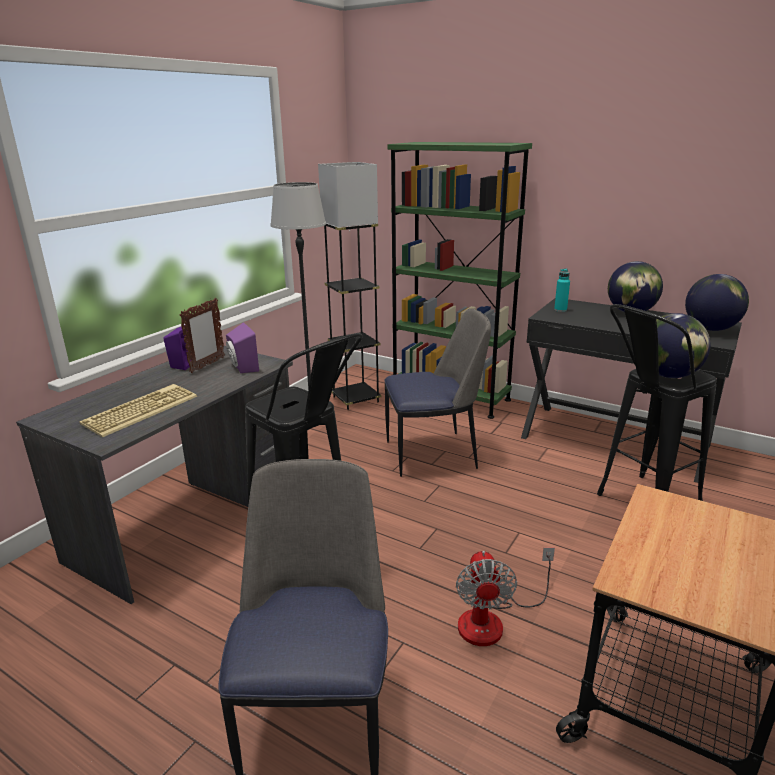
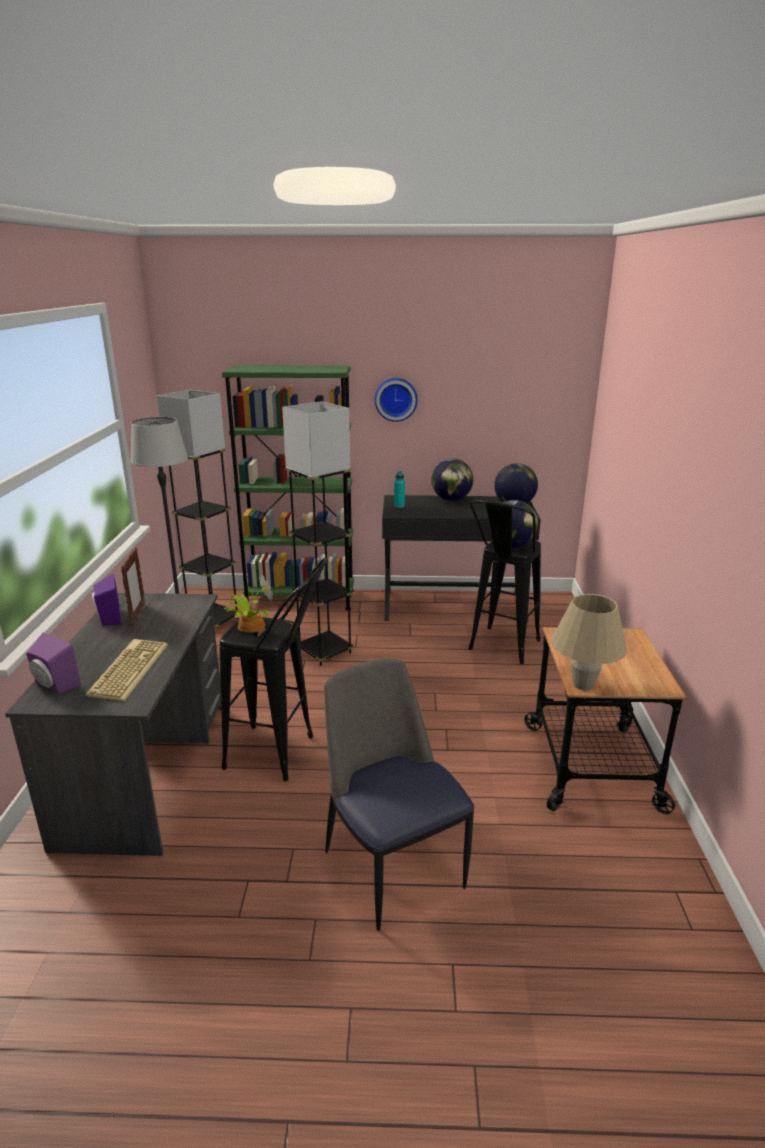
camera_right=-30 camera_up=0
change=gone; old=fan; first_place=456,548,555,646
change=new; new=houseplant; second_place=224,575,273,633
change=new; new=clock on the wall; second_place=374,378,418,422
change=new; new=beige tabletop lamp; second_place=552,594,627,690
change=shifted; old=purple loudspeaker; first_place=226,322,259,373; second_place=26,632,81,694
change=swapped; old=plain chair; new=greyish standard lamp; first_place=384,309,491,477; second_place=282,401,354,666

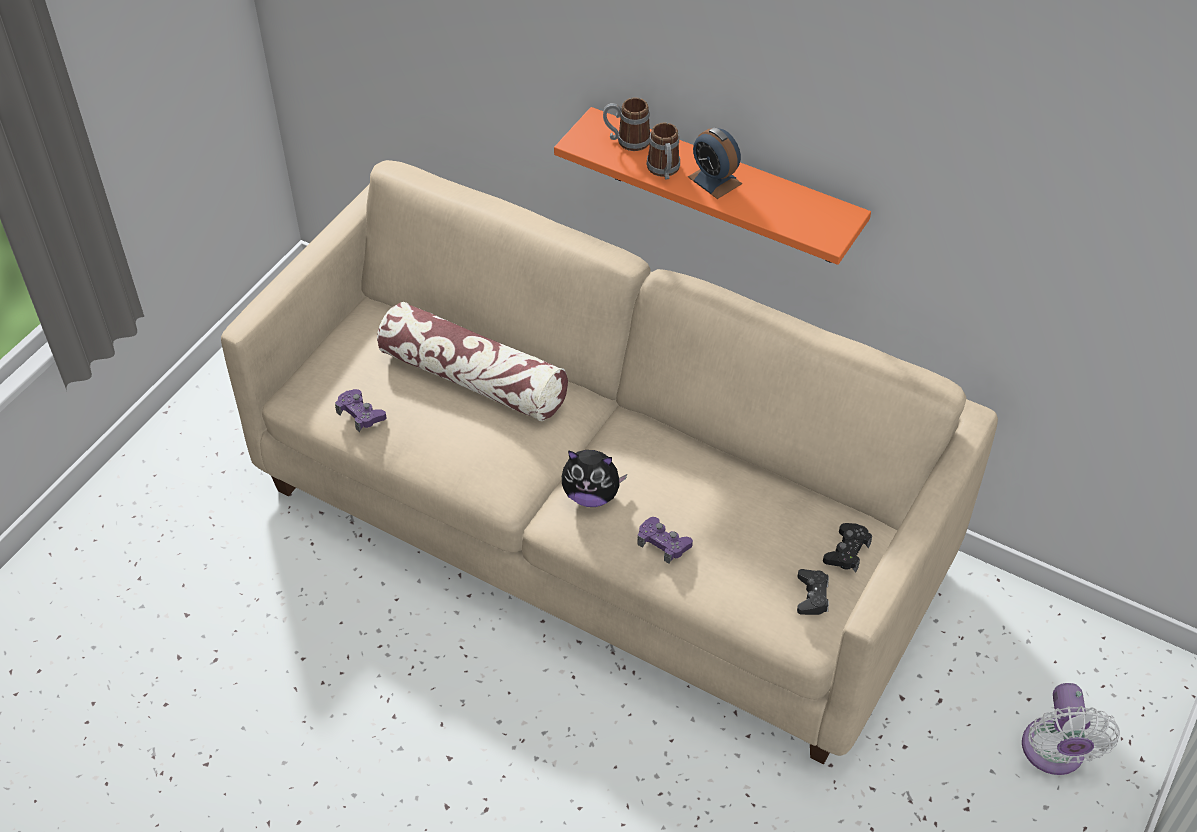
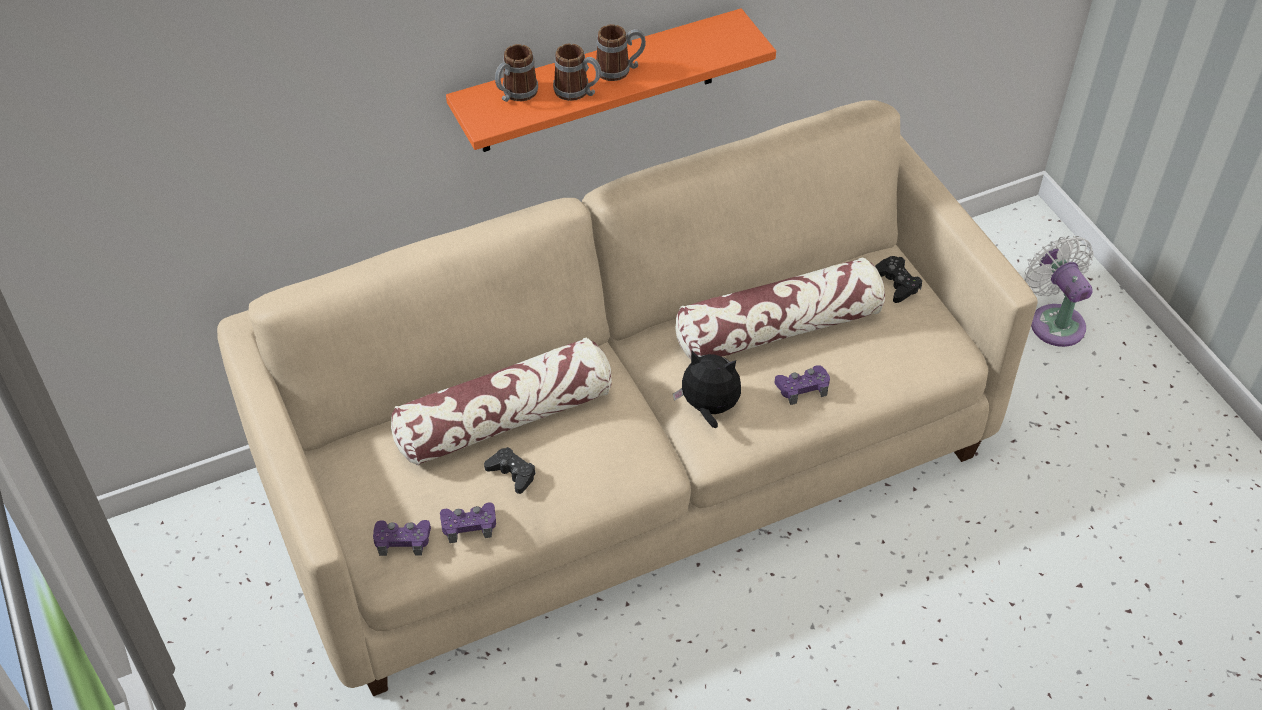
camera_right=-55 camera_up=0
change=new; new=purple game controller; second_place=373,520,431,556
change=new; new=cushion; second_place=675,258,885,359
change=shifted; old=black-coloured game controller; first_place=797,569,829,615; second_place=484,447,536,494
change=swapped; old=table clock; new=tea mug; first_place=688,127,742,199; second_place=596,24,646,81
change=rotated; old=soft toy; first_place=562,450,627,507; second_place=673,351,741,428; degrees=-120
change=rotated; old=whitish fan; first_place=1022,683,1120,775; second_place=1024,235,1094,347; degrees=-150

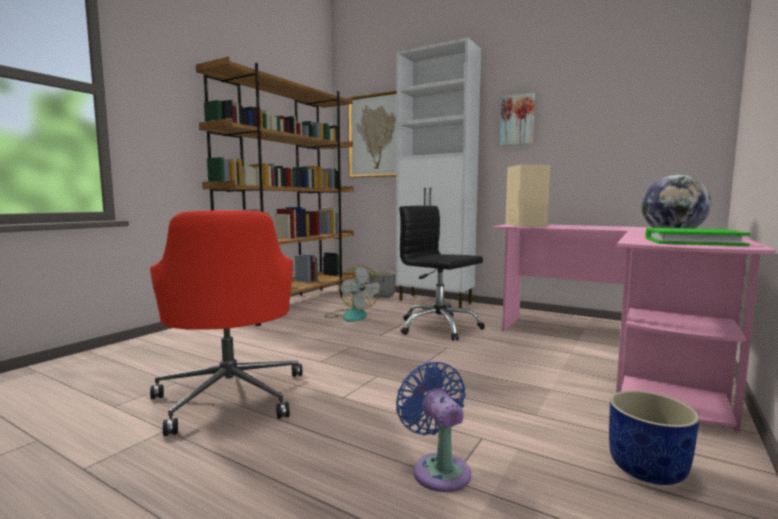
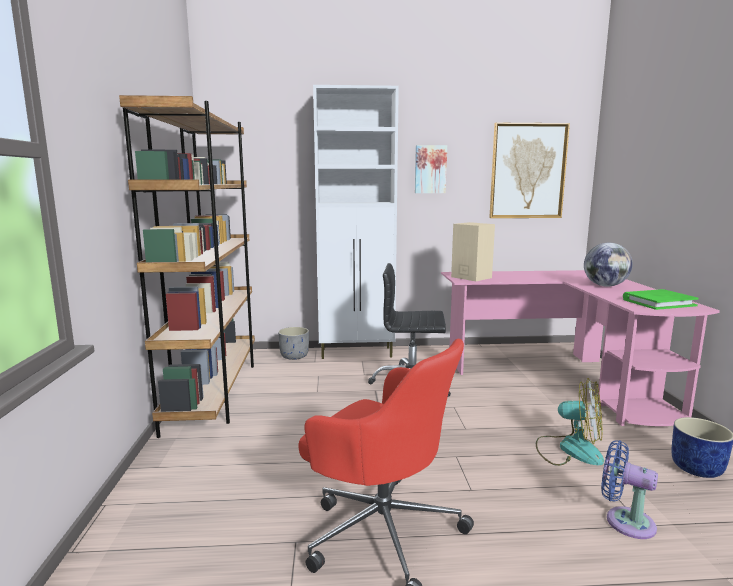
camera_right=-35 camera_up=5
change=shifted; old=fan; first_place=325,265,380,322; second_place=536,378,604,466
change=shifted; old=picture; first_place=348,90,397,178; second_place=489,123,570,218

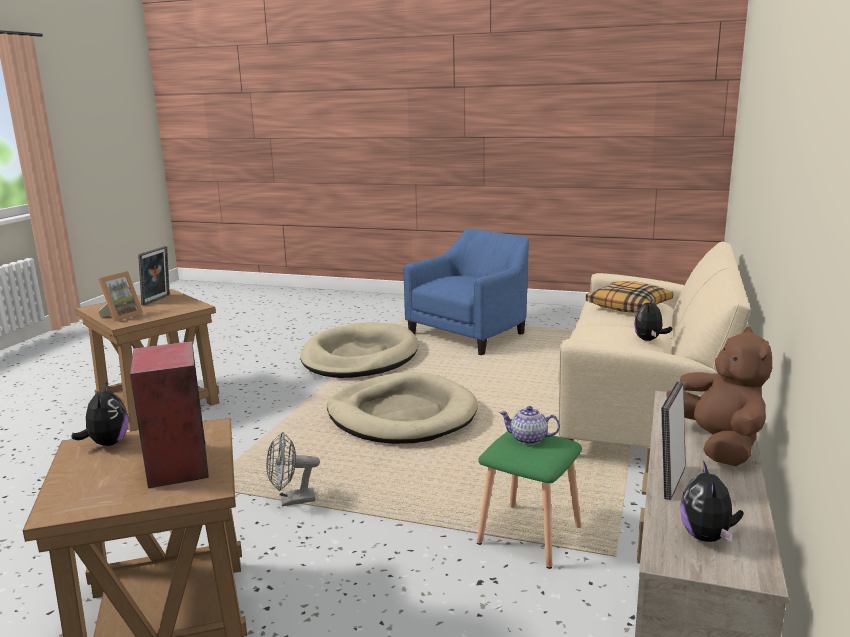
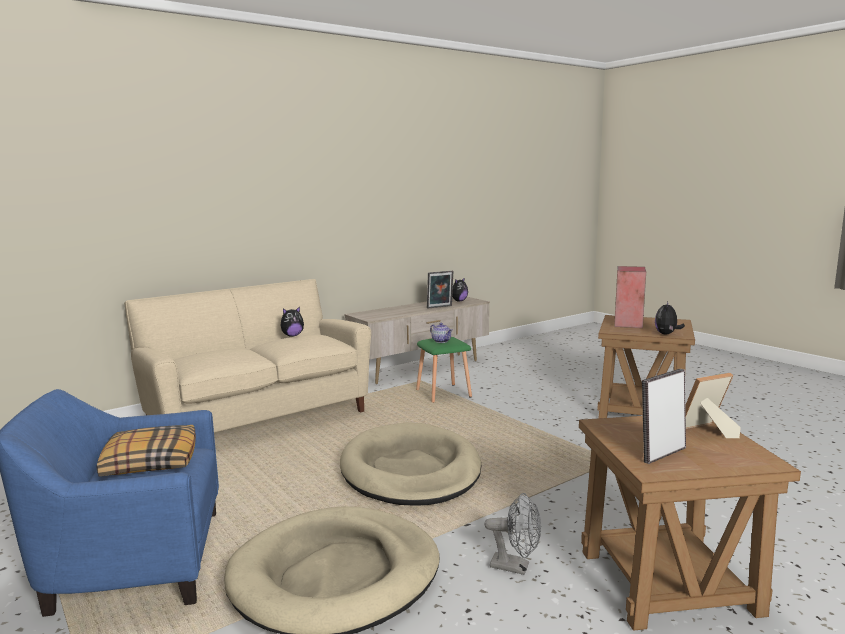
camera_right=-145 camera_up=-5
change=gone; old=brownish soft toy; first_place=666,326,772,466
change=shifted; old=greyish fan; first_place=266,432,320,506; second_place=485,493,541,575
change=shifted; old=cushion; first_place=586,281,673,312; second_place=97,425,196,476

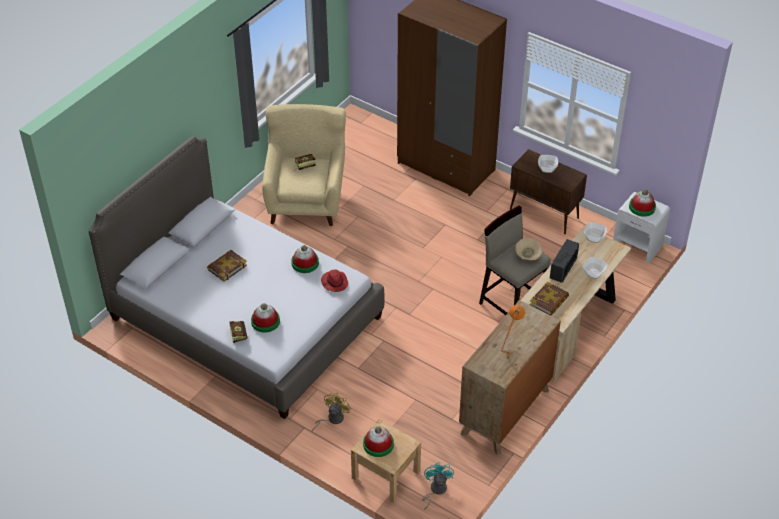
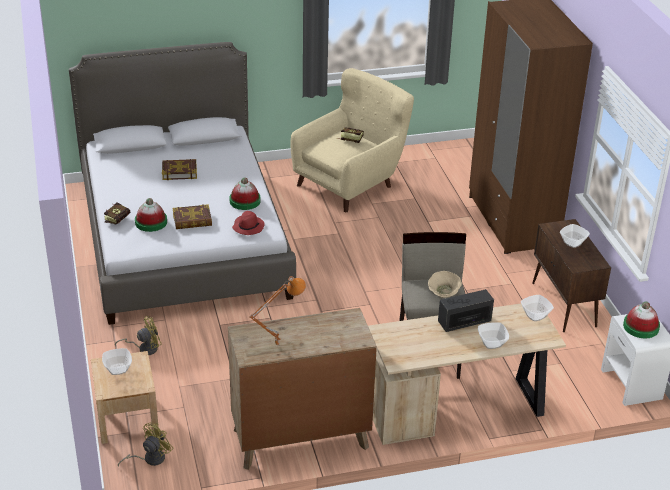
camera_right=40 camera_up=-10
change=shifted; old=book; first_place=530,282,569,315; second_place=173,204,212,229
change=swapped; old=clothing hat; new=deep dish; first_place=363,426,394,457; second_place=102,348,132,375
change=repainted; old=turquoise fan; new=yellow fan; first_place=422,462,454,510; second_place=118,423,174,467

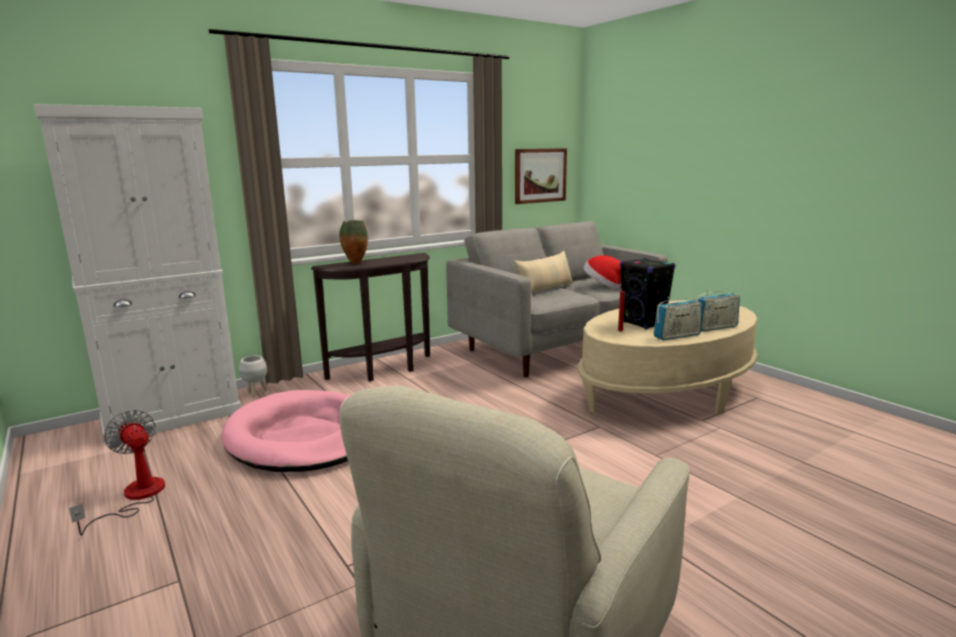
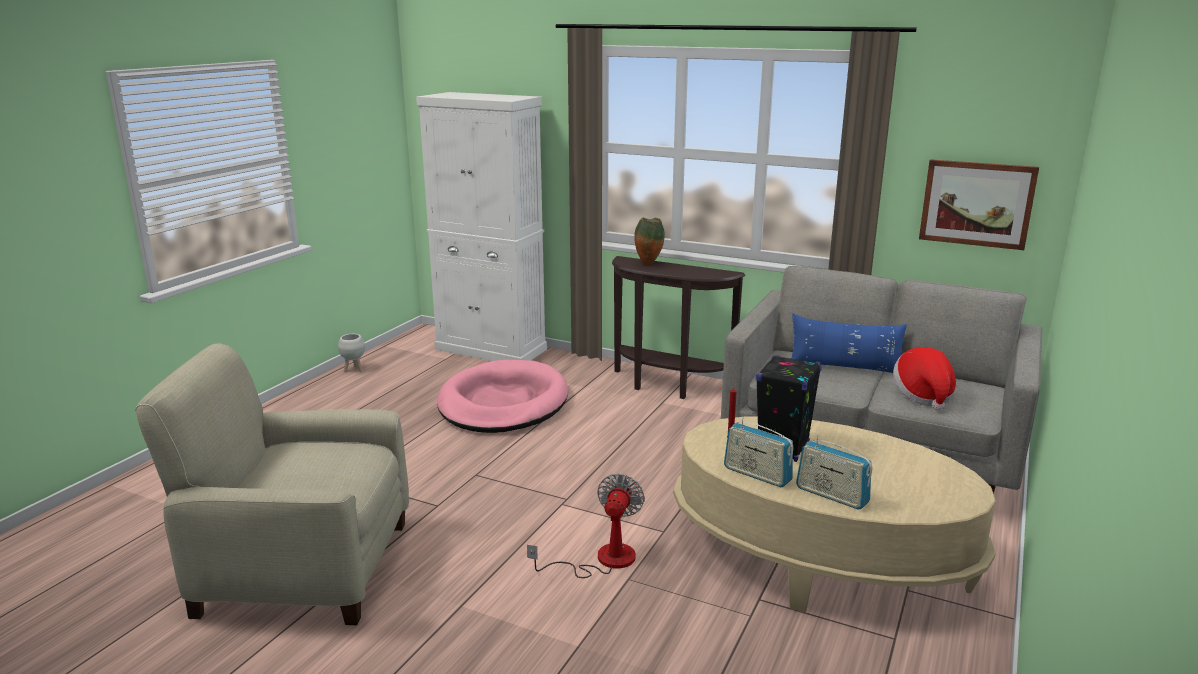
camera_right=60 camera_up=5
change=shifted; old=fan; first_place=69,410,165,536; second_place=527,474,645,578
change=shifted; old=whitish flower pot; first_place=239,356,267,397; second_place=338,334,365,372
change=repainted; old=beige cushion; new=blue-coloured cushion; first_place=514,251,574,294; second_place=791,314,907,373

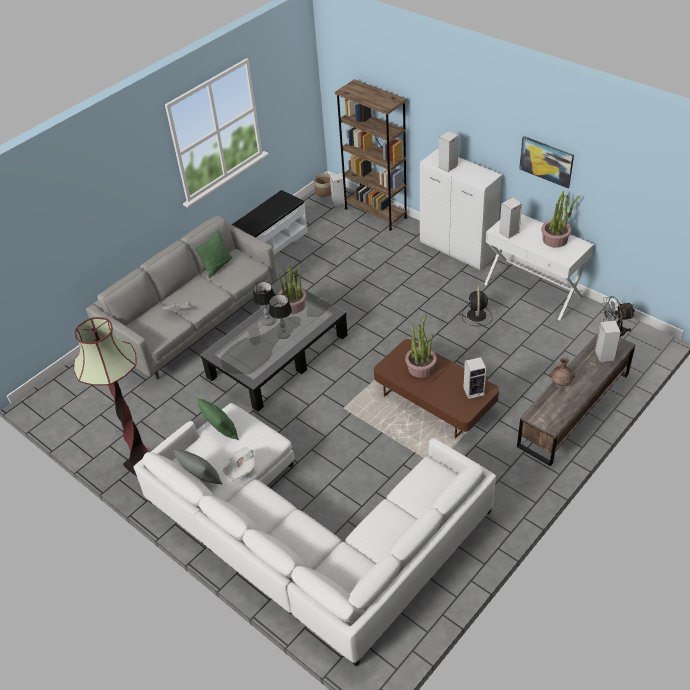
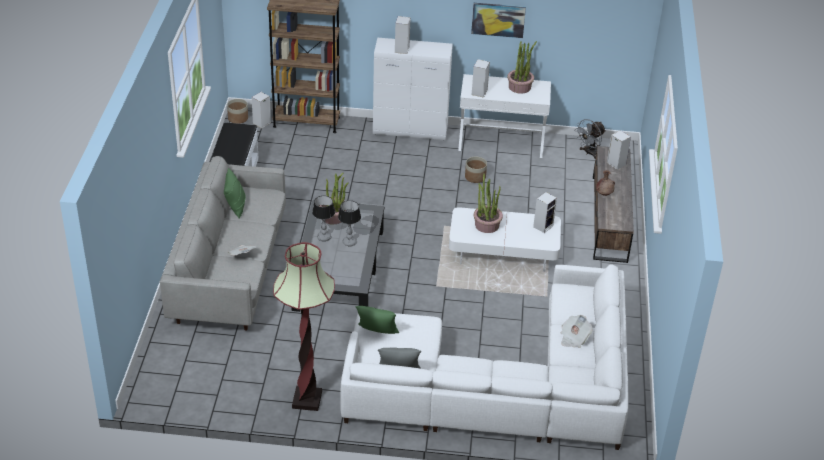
camera_right=-40 camera_up=-5
change=shifted; old=printed paper; first_place=223,447,256,482; second_place=561,315,592,348
change=swapped; old=black-coloured fan; new=flower pot; first_place=462,285,492,326; second_place=465,157,487,183
change=repainted; old=brownish lounge table; new=whitish lounge table; first_place=374,339,499,438; second_place=449,207,561,272

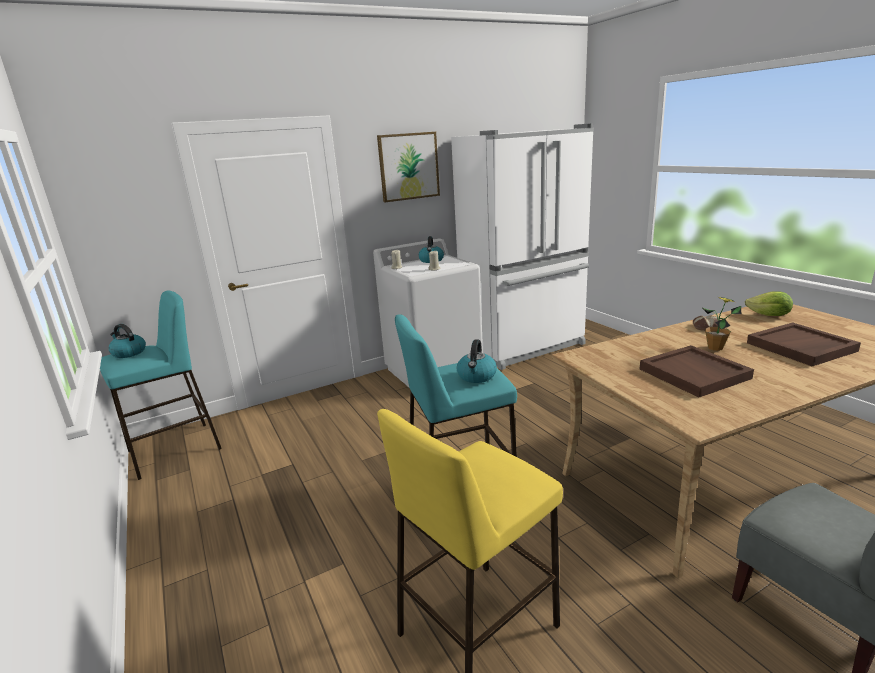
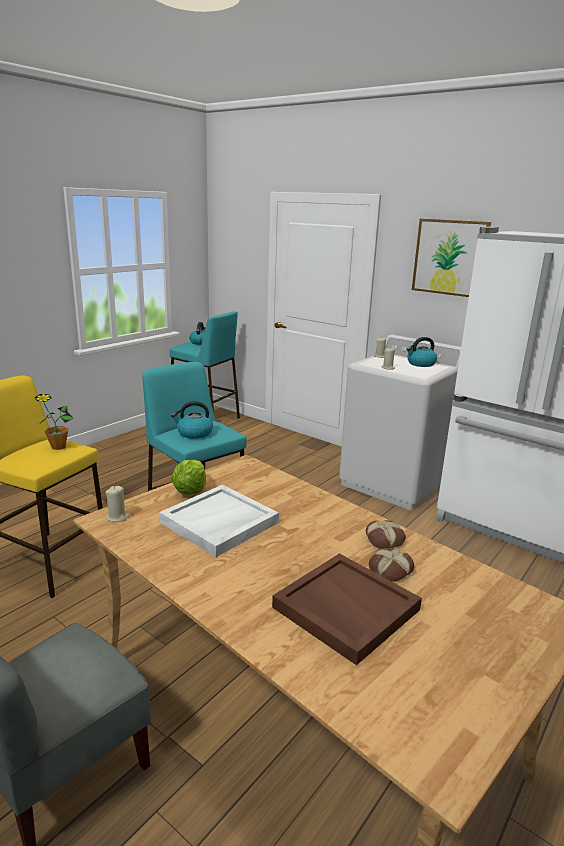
camera_right=65 camera_up=0
change=new; new=beige candle; second_place=105,486,129,522
change=new; new=bread; second_place=369,548,414,582
change=shifted; old=houseplant; first_place=702,297,741,351; second_place=34,394,74,450
change=shifted; old=head of lettuce; first_place=745,291,793,316; second_place=171,460,206,495
change=repainted; old=brownish serving tray; new=whitish serving tray; first_place=640,345,754,397; second_place=159,485,279,557

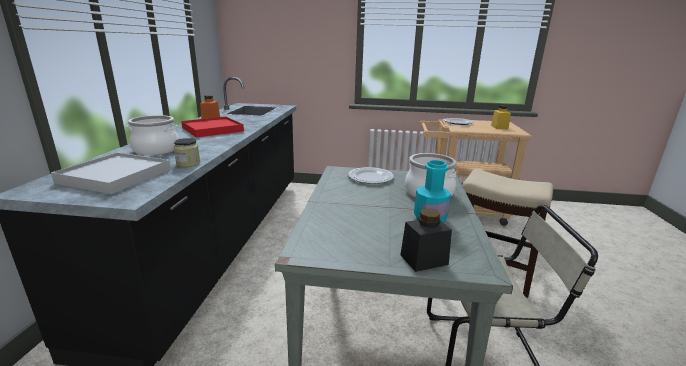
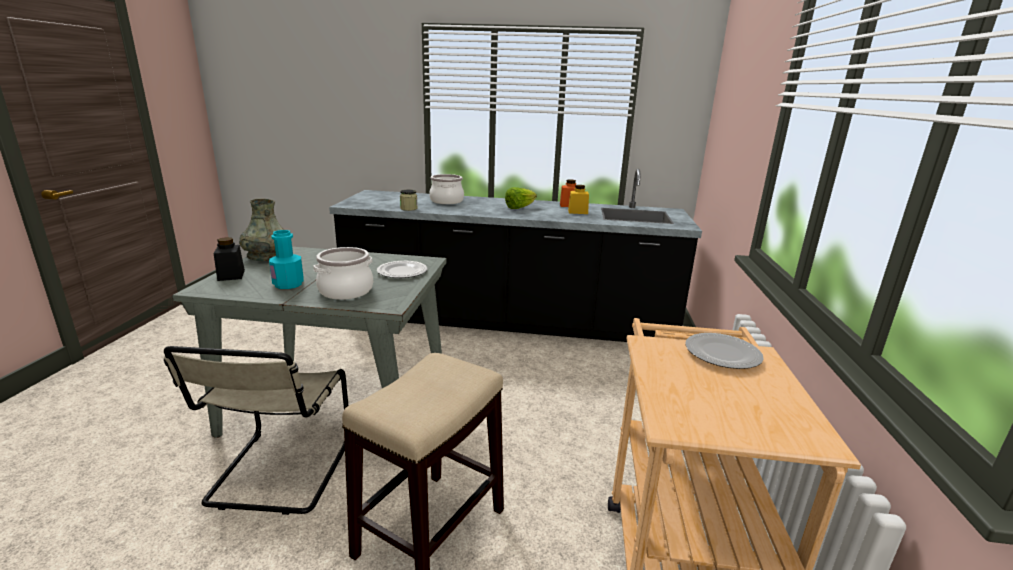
camera_right=90 camera_up=0
change=gone; old=whitish serving tray; first_place=51,152,171,194
change=new; new=greyish vase; second_place=239,199,284,261
change=shifted; old=yellow storage jar; first_place=491,105,511,129; second_place=568,185,589,214
change=swapped; old=red serving tray; new=head of lettuce; first_place=181,117,244,138; second_place=505,187,537,209

